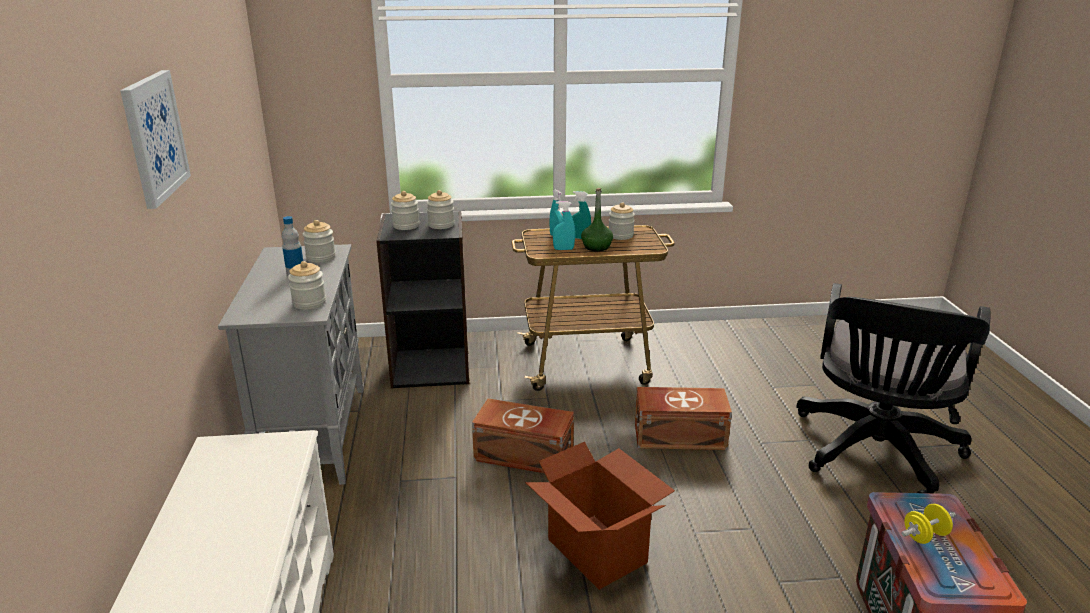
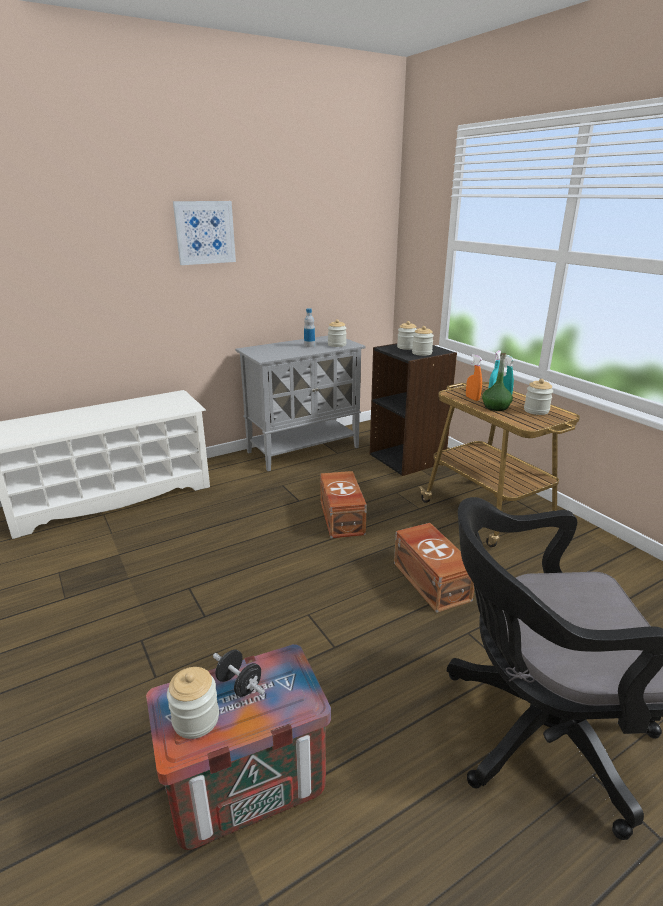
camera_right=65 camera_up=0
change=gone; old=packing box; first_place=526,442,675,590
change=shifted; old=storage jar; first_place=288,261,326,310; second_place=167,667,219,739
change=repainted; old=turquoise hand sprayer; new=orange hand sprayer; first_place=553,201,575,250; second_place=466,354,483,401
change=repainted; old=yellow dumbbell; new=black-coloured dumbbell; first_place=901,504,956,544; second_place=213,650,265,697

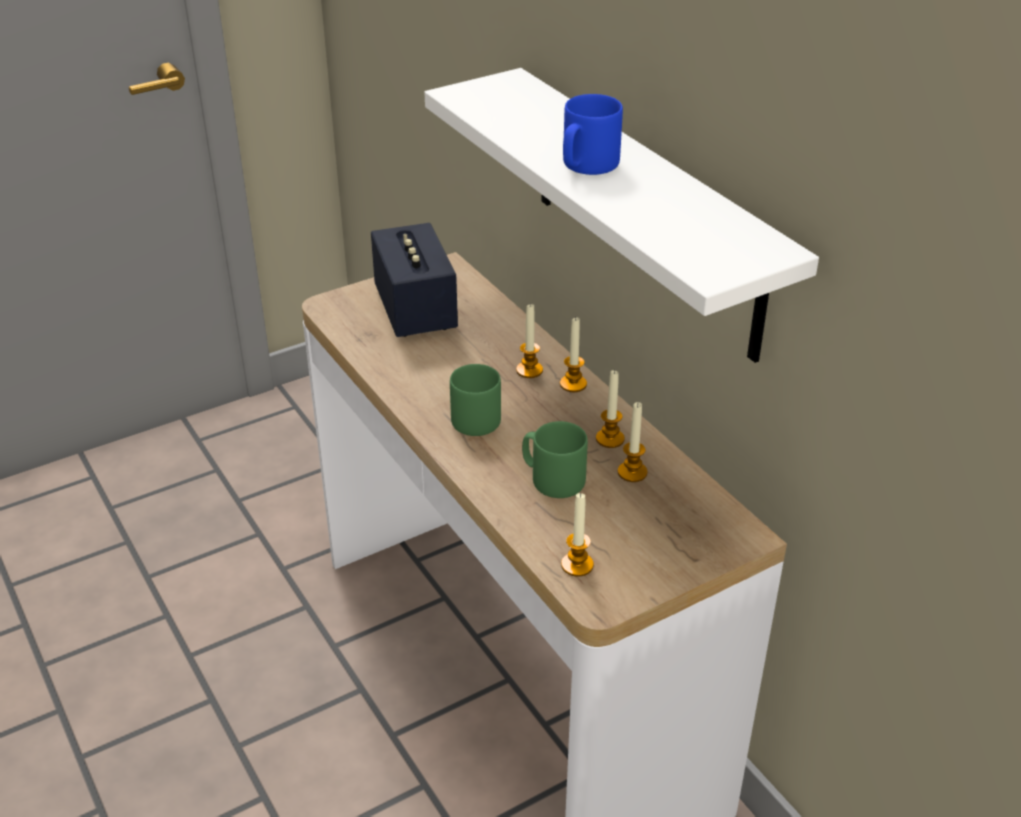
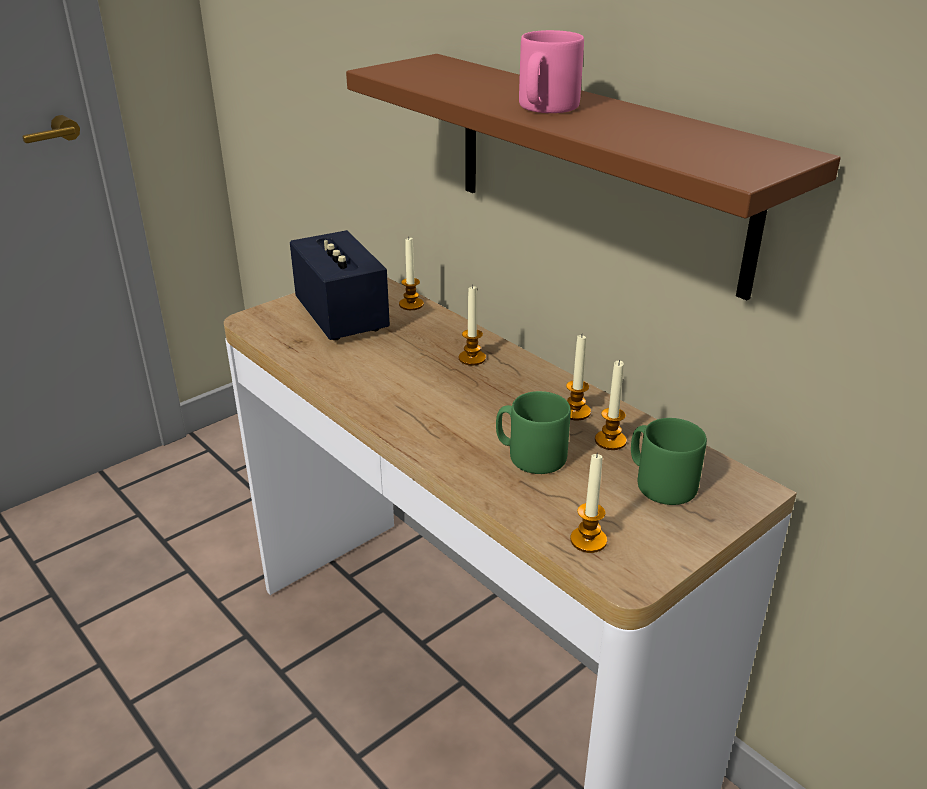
camera_right=-10 camera_up=-5
change=shifted; old=green-coloured tea mug; first_place=450,364,501,436; second_place=631,418,707,505
change=shifted; old=candle; first_place=560,317,587,392; second_place=399,238,424,310
change=repainted; old=whitish shelf; new=brownish shelf; first_place=424,68,819,363; second_place=346,54,841,300
change=repainted; old=blue-coloured tea mug; new=pink-coloured tea mug; first_place=563,94,623,175; second_place=519,30,584,113

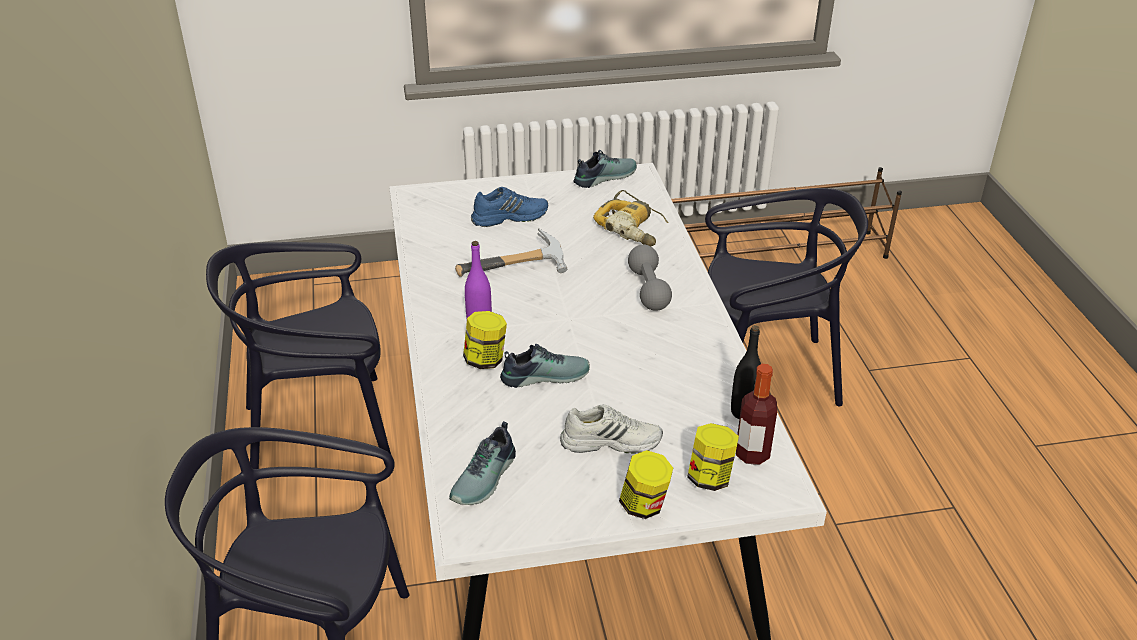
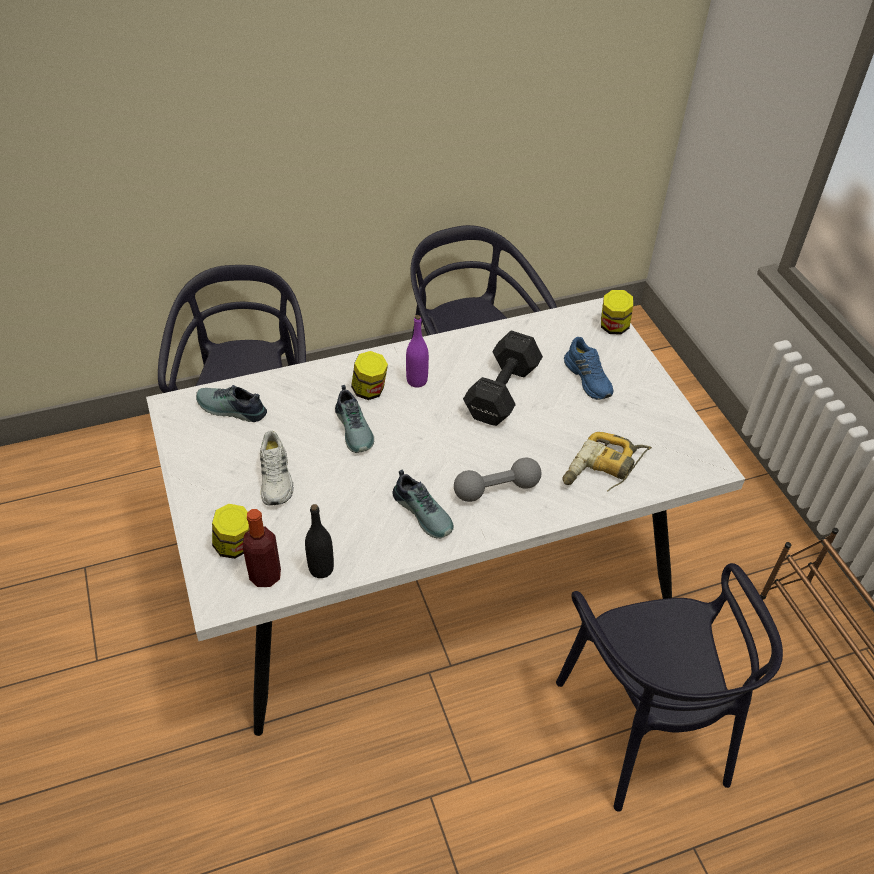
camera_right=80 camera_up=10
change=shifted; old=item of footwear; first_place=573,150,637,188; second_place=392,470,454,538
change=shifted; old=storage jar; first_place=619,450,673,519; second_place=601,290,633,334
change=swapped; old=hand hammer; new=black-coloured dumbbell; first_place=455,228,567,277; second_place=463,331,543,426

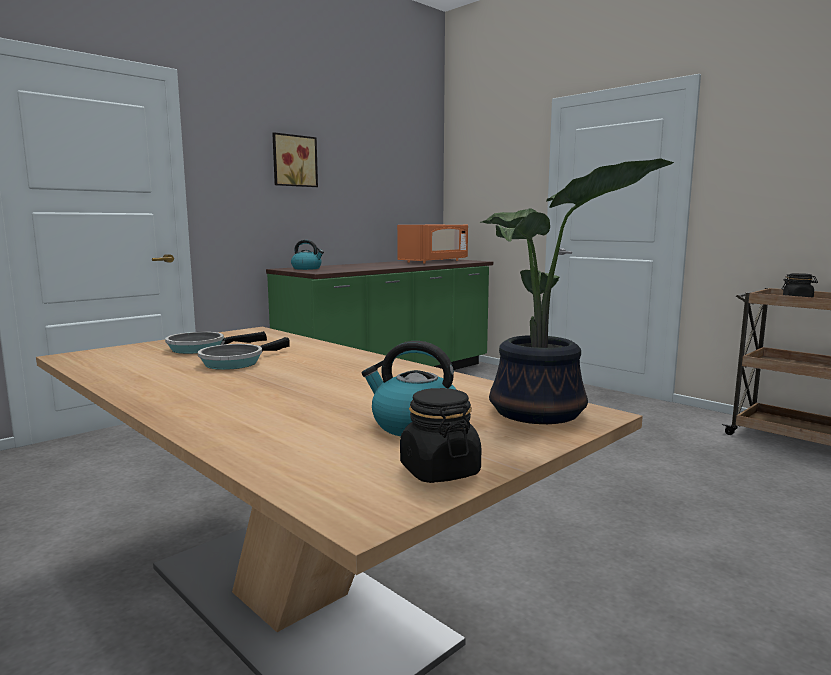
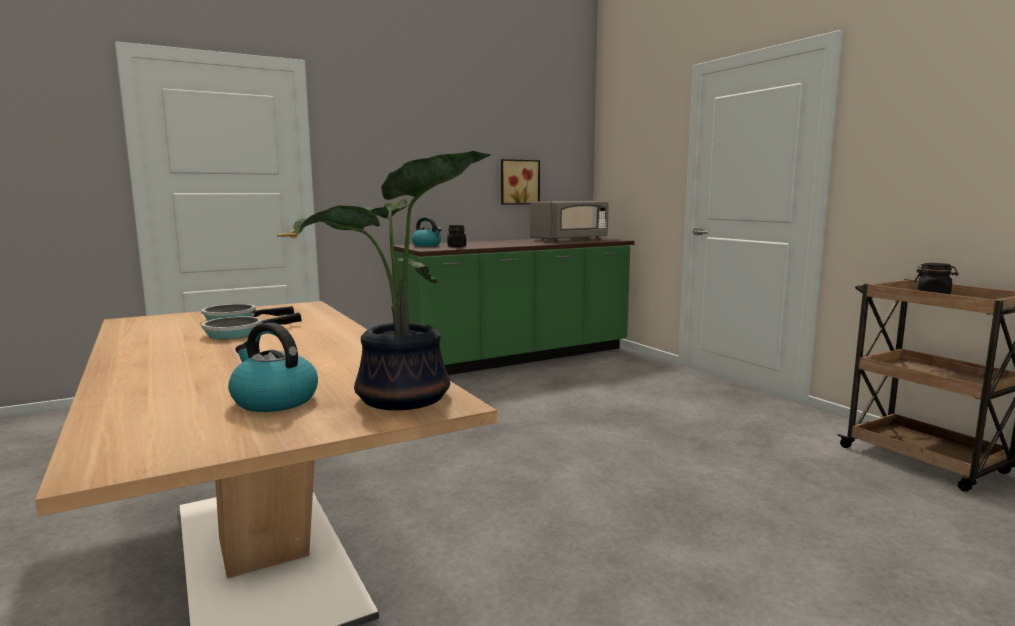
camera_right=15 camera_up=0
change=shifted; old=picture; first_place=272,132,318,187; second_place=501,159,540,205
change=shifted; old=black-coloured storage jar; first_place=400,388,481,483; second_place=447,225,466,247
change=repainted; old=orange microwave oven; new=greyish microwave oven; first_place=397,225,468,263; second_place=530,201,609,242

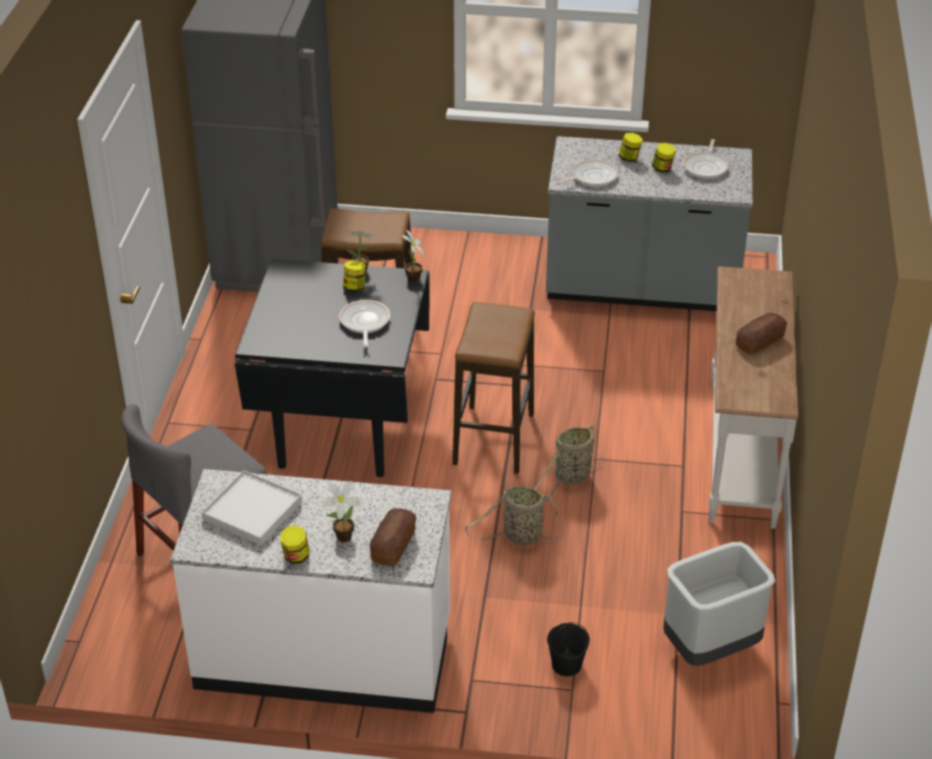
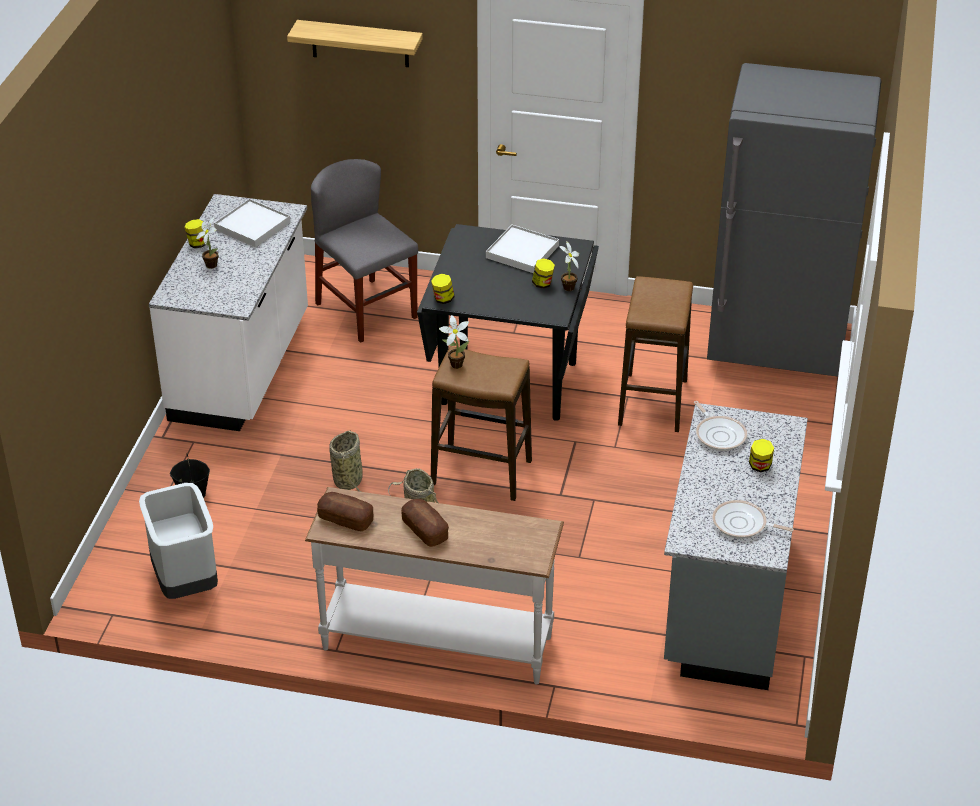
camera_right=95 camera_up=0
change=gone; old=pan; first_place=339,300,390,347
change=new; new=shelf; second_place=287,20,423,67
change=new; new=whitish serving tray; second_place=486,225,559,273
change=shifted; old=bread; first_place=370,508,416,566; second_place=317,492,373,531
change=shifted; old=houseplant; first_place=402,229,424,283; second_place=439,315,469,369
change=shifted; old=storage jar; first_place=652,143,676,173; second_place=431,274,455,304

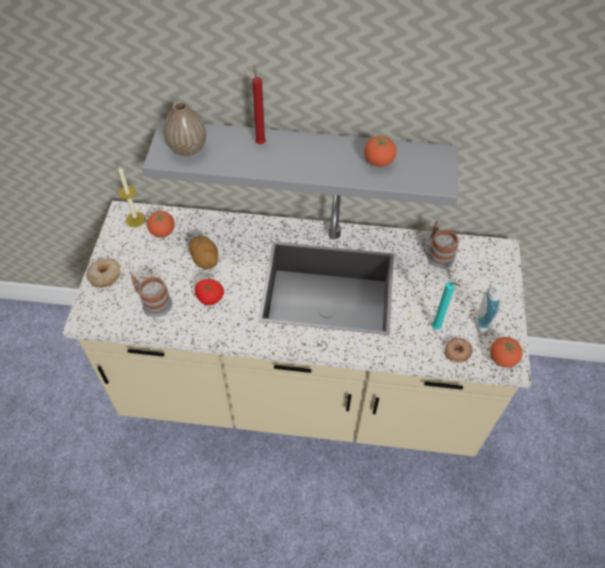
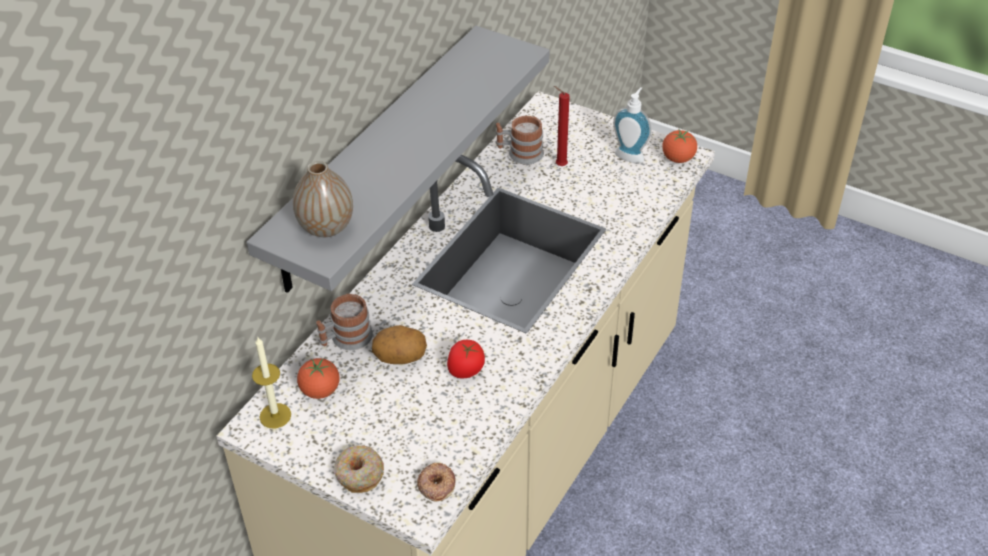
camera_right=-65 camera_up=-10
change=gone; old=whole tomato; first_place=364,135,396,167
change=gone; old=turquoise candle; first_place=432,281,460,330
change=shifted; old=tea mug; first_place=131,276,172,317; second_place=316,294,373,350
change=shifted; old=red candle; first_place=252,66,266,144; second_place=554,86,570,166
change=shifted; old=doughnut; first_place=445,338,473,363; second_place=417,463,455,502

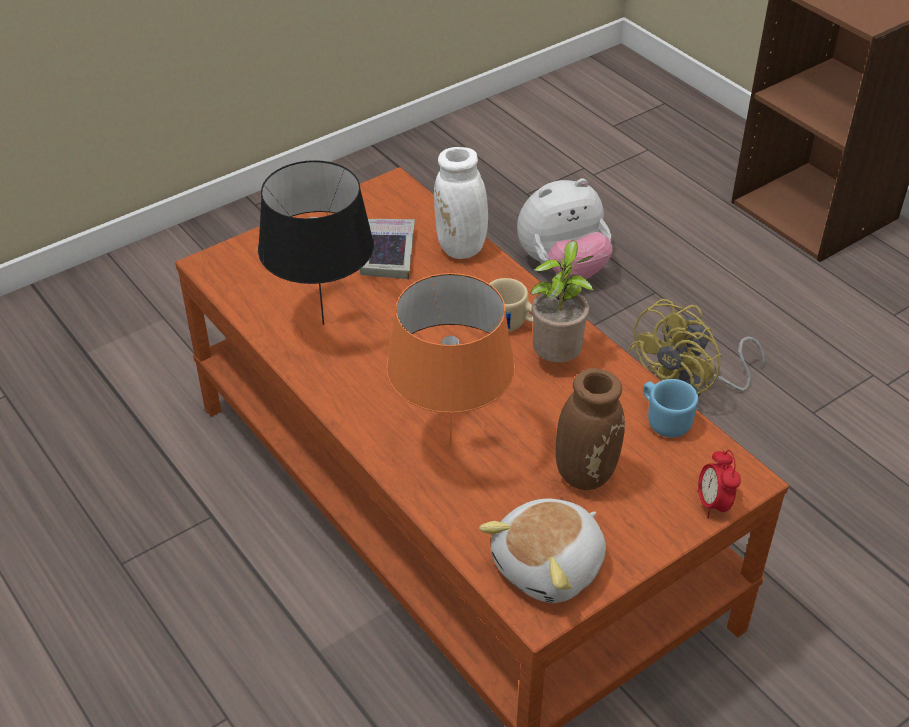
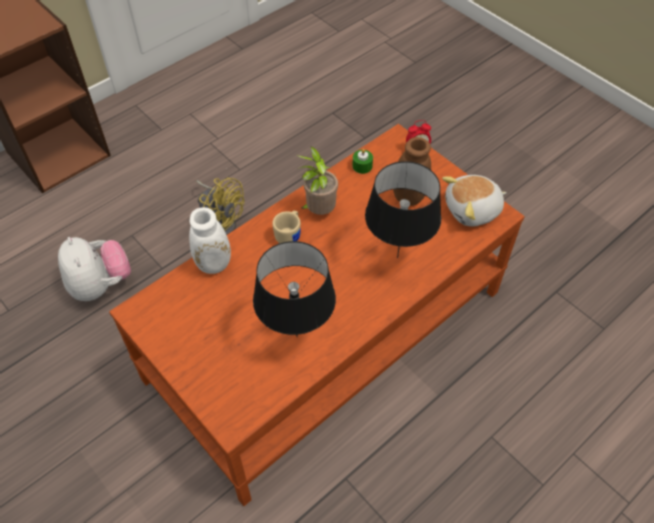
camera_right=-95 camera_up=10
change=gone; old=book; first_place=360,219,415,279
change=swapped; old=blue-coloured tea mug; new=green-coloured candle; first_place=643,379,698,438; second_place=352,149,373,174
change=repainted; old=orange tabletop lamp; new=black-coloured tabletop lamp; first_place=386,273,515,446; second_place=365,161,441,258
change=rotated; old=soft toy; first_place=479,498,606,603; second_place=442,175,507,226; degrees=120

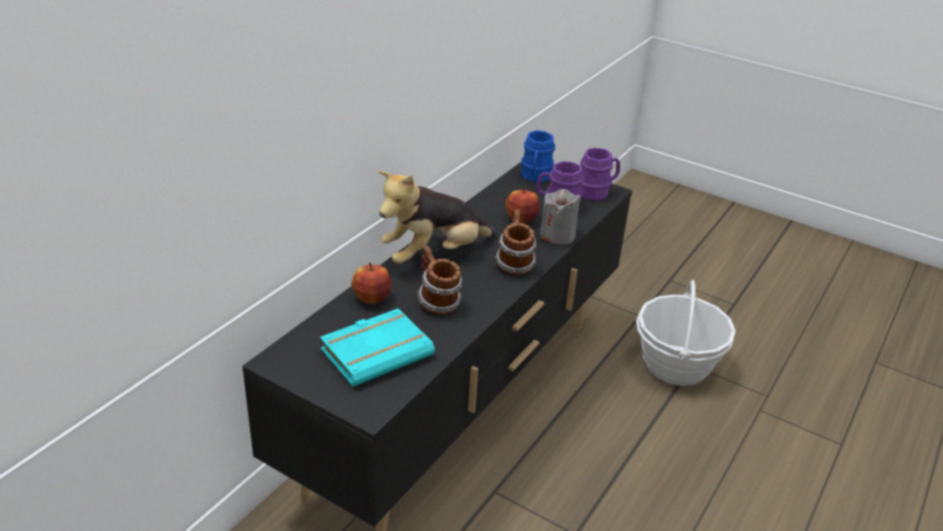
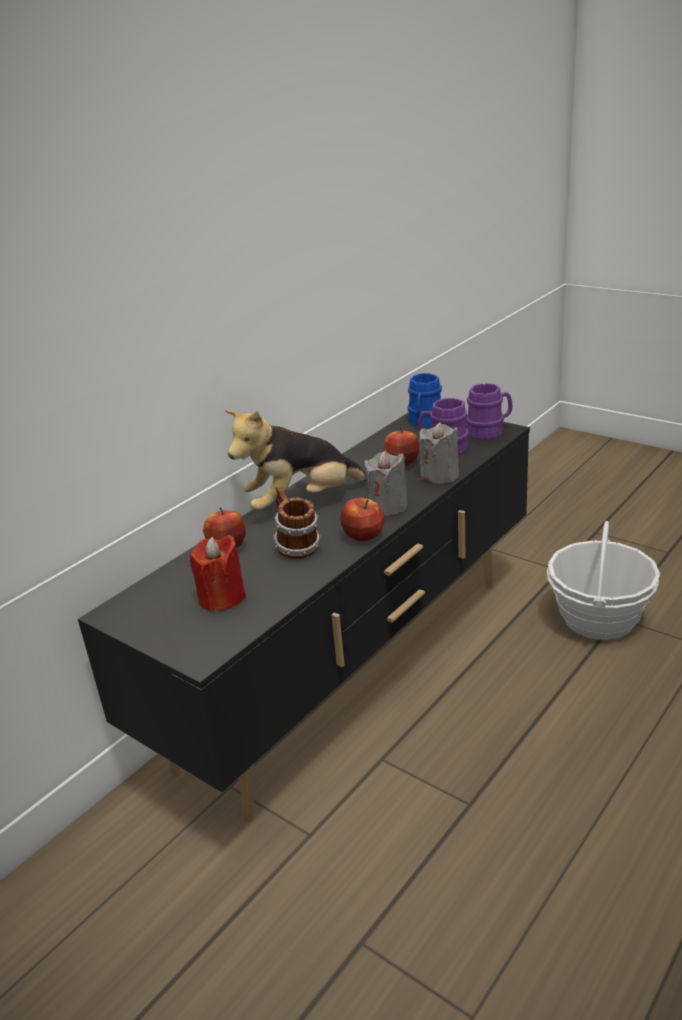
camera_right=10 camera_up=-5
change=new; new=apple; second_place=340,497,384,541
change=swapped; old=turquoise book; new=red candle; first_place=320,308,435,387; second_place=190,535,246,612
change=swapped; old=tea mug; new=greyish candle; first_place=495,210,537,275; second_place=364,451,408,515

